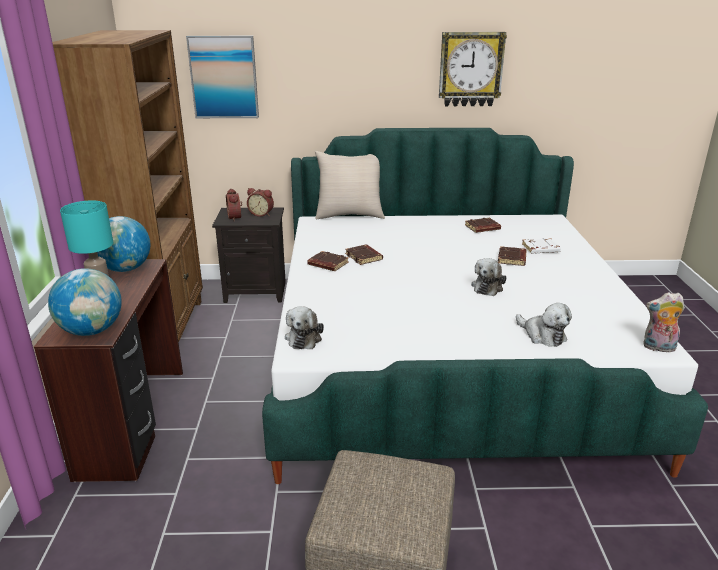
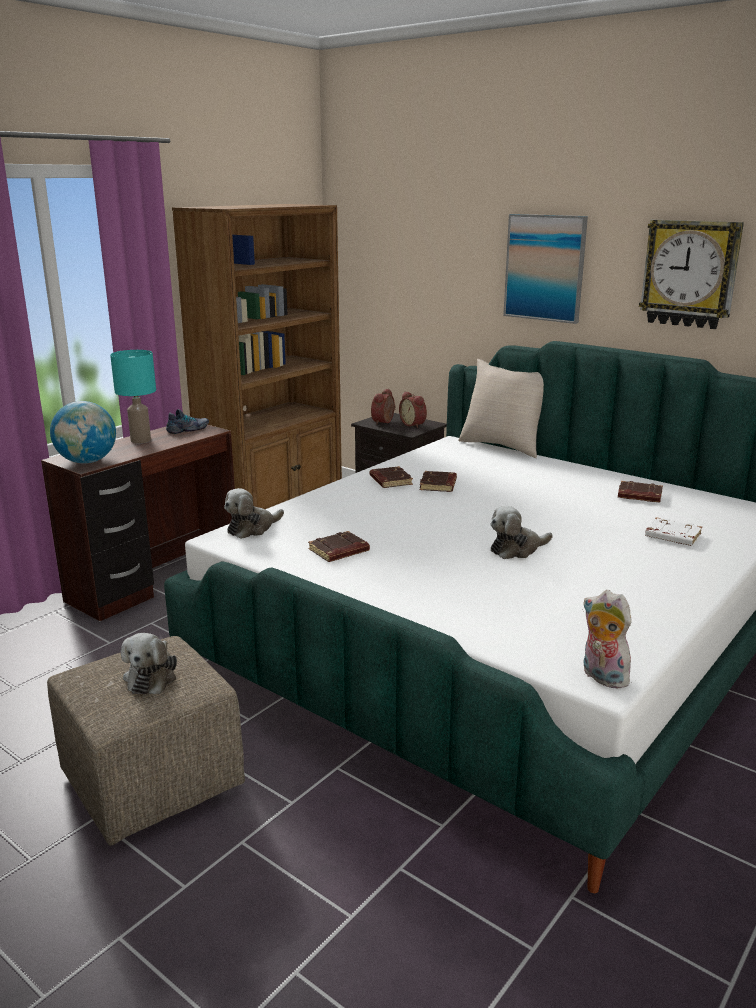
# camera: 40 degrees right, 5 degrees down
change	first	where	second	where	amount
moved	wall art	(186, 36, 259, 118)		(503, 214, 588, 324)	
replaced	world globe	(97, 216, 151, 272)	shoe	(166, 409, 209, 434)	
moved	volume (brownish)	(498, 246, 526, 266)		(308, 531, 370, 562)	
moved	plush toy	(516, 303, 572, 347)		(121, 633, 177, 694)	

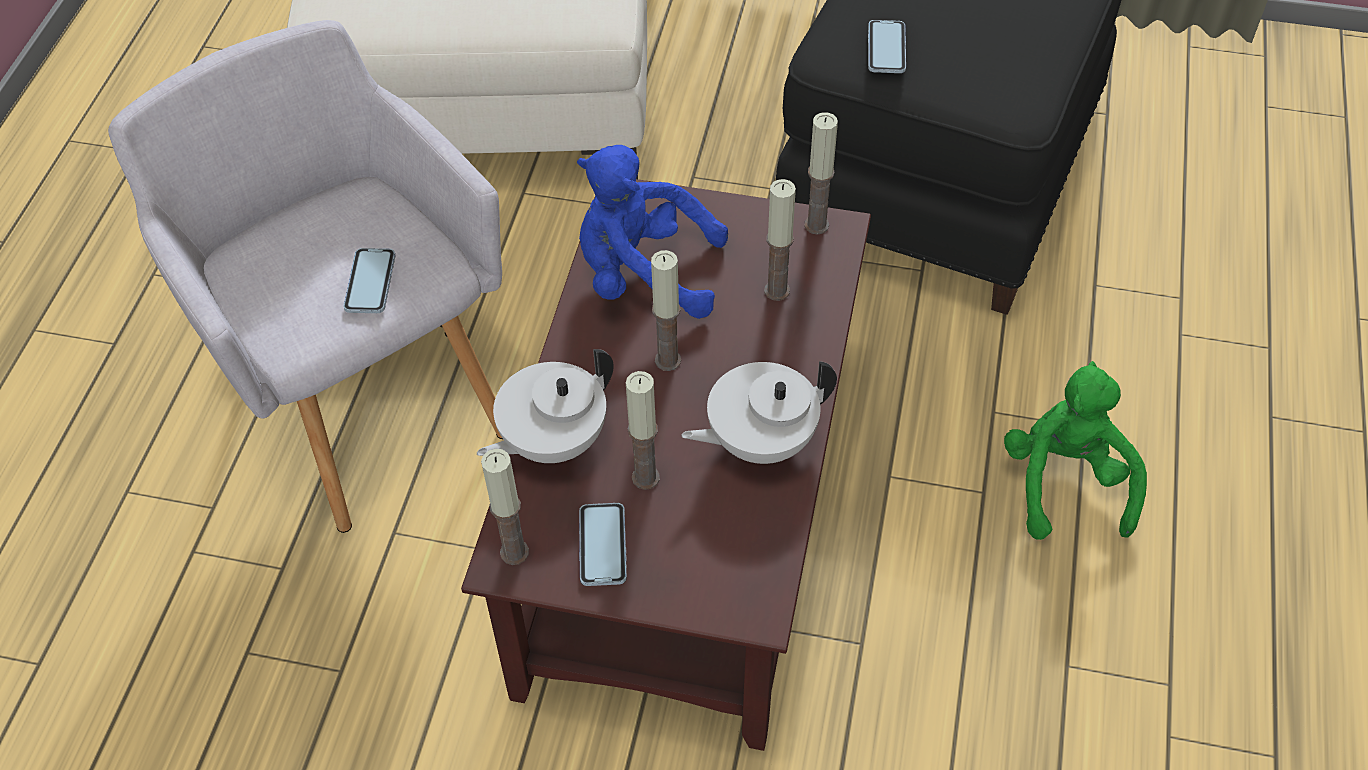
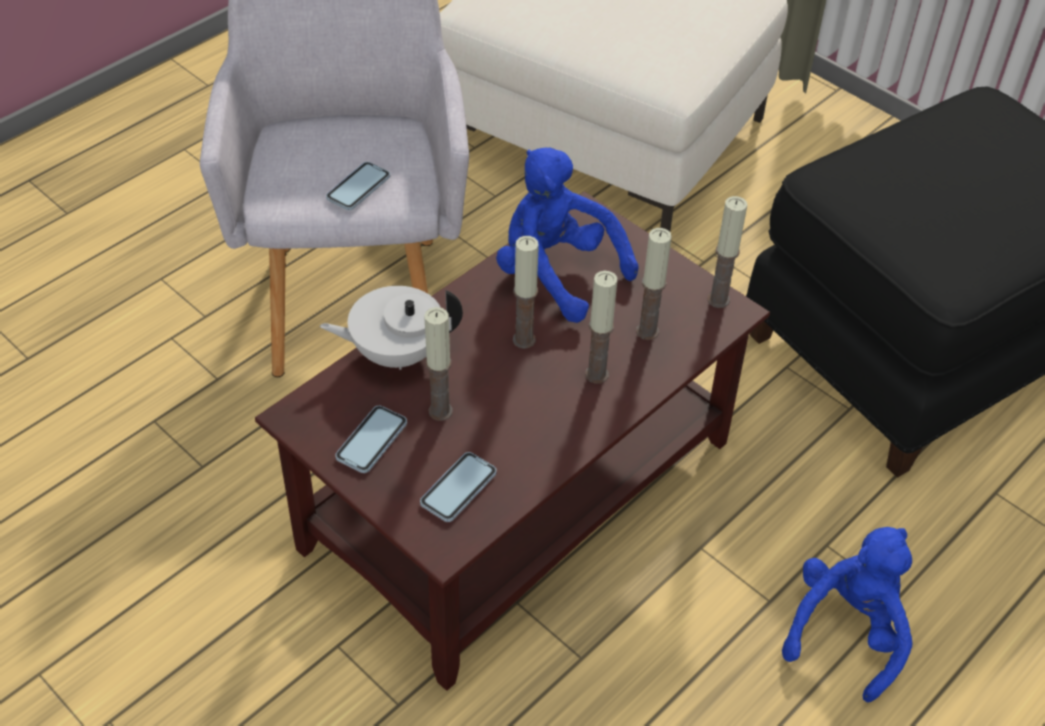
# camera: 30 degrees right, 5 degrees down
change	first	where	second	where	amount
moved	handset	(868, 20, 906, 73)		(420, 452, 497, 522)	
removed	teapot (white-coloured)	(681, 361, 837, 464)			
recoloured	plush toy (green-coloured)	(1004, 361, 1147, 540)	plush toy (bluish)	(782, 527, 912, 703)	
moved	wax candle	(481, 449, 529, 565)		(585, 270, 617, 384)	

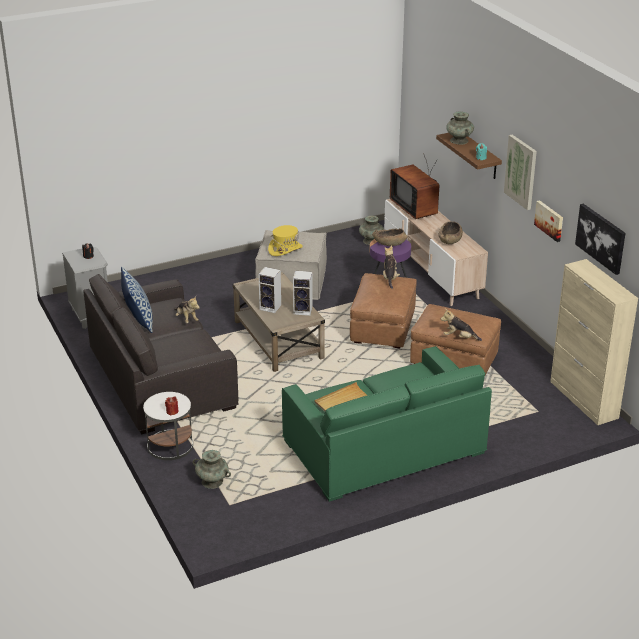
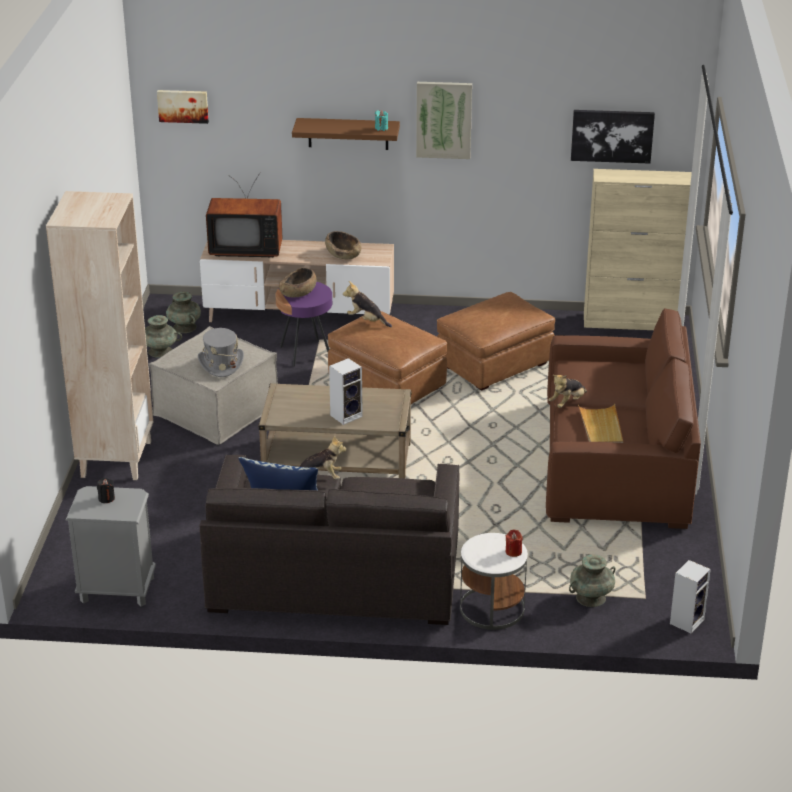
# camera: 60 degrees left, 0 degrees up
change	first	where	second	where	amount
moved	vase (blue-green)	(446, 112, 474, 145)		(145, 315, 182, 358)	
moved	wall art	(534, 200, 563, 242)		(157, 90, 209, 124)	
recoloured	hat (yellow)	(268, 225, 303, 256)	hat (gray)	(198, 328, 244, 377)	
moved	speaker	(293, 271, 313, 316)		(670, 560, 711, 633)	
moved	plush toy	(441, 309, 482, 341)		(548, 375, 587, 408)	
recoloured	couch (green-coloured)	(282, 346, 492, 502)	couch (brownish)	(546, 308, 701, 529)	
added			bookcase (sand-coloured)	(46, 191, 153, 480)	

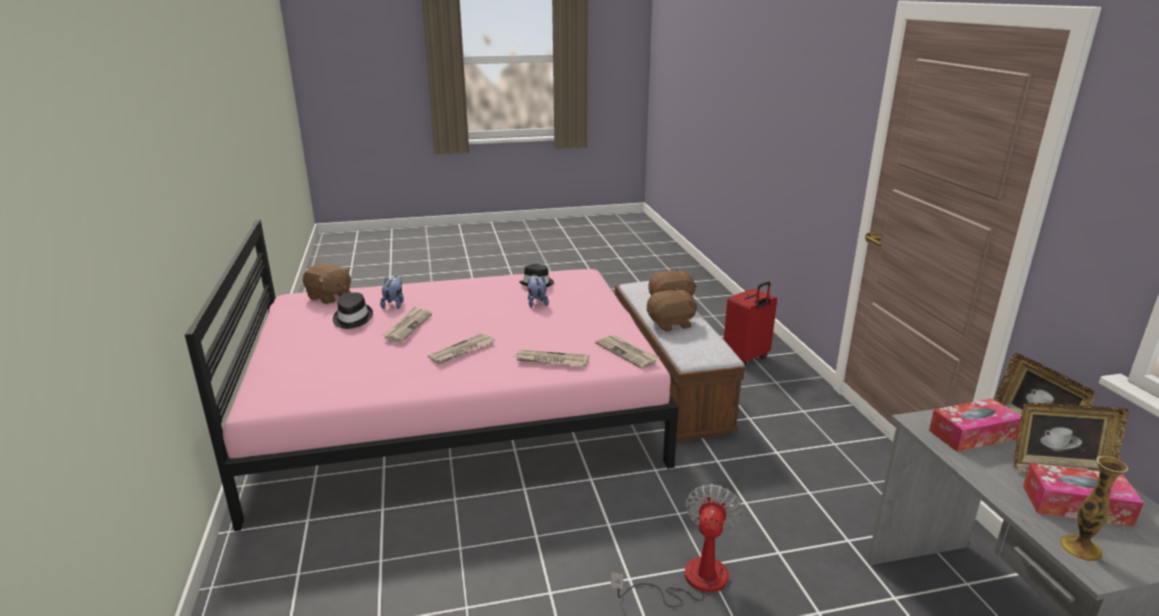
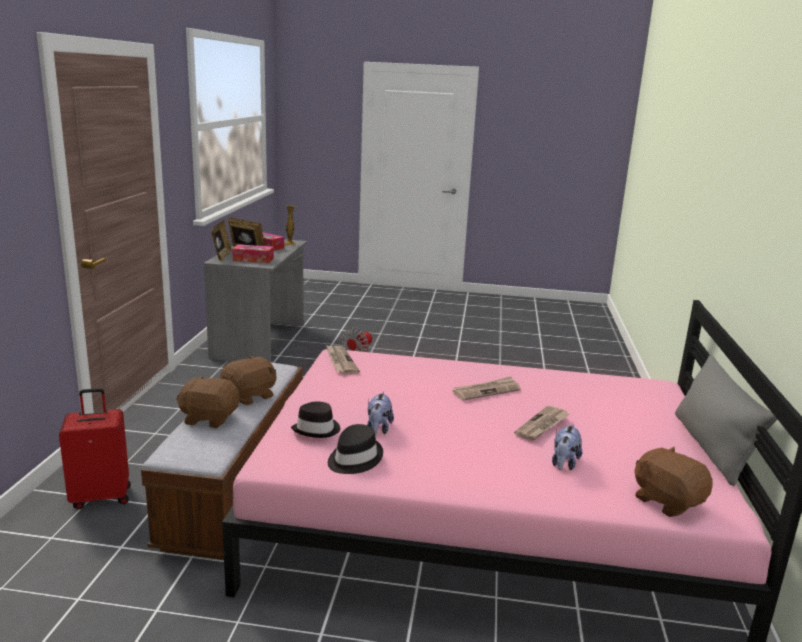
# camera: 160 degrees left, 5 degrees down
change	first	where	second	where	amount
turned	plush toy (brownish)	(647, 288, 697, 332)		(220, 355, 276, 405)	135 degrees clockwise
moved	hat (black-coloured)	(333, 292, 373, 329)		(291, 401, 340, 438)	
removed	printed paper	(514, 350, 589, 366)			
added			cushion (gray)	(675, 355, 777, 486)	

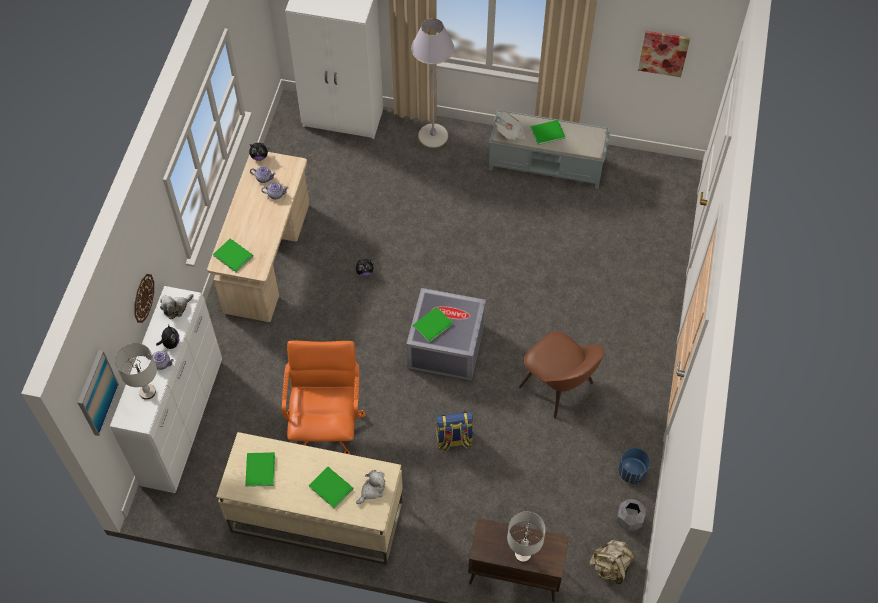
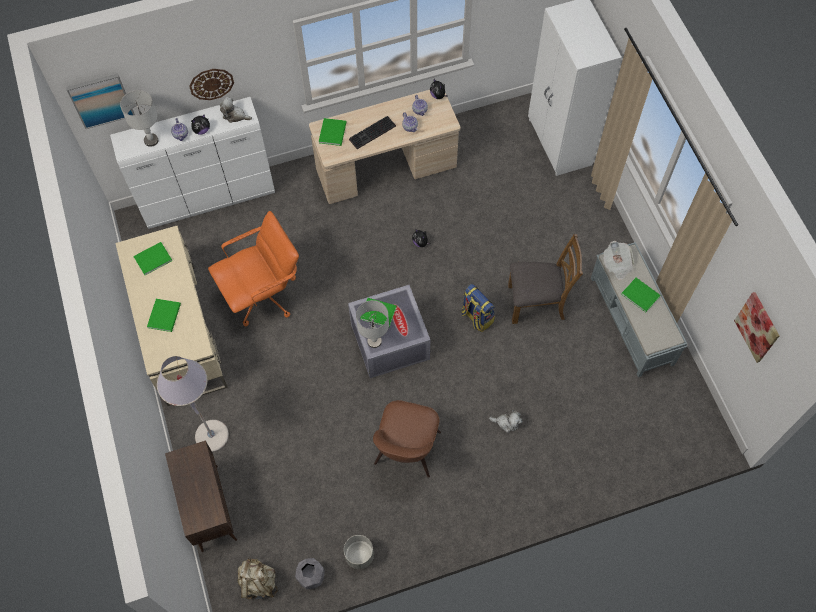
# camera: 60 degrees right, 5 degrees up
change	first	where	second	where	amount
moved	standard lamp (gray)	(411, 18, 454, 148)		(157, 356, 229, 452)	
moved	backpack	(436, 412, 474, 451)		(461, 284, 495, 332)	
recoloured	plant pot (bluish)	(618, 448, 650, 484)	plant pot (gray)	(344, 535, 374, 569)	
moved	plush toy	(356, 470, 385, 504)		(489, 410, 522, 433)	
moved	lamp for a table (gray)	(507, 511, 546, 563)		(356, 300, 389, 348)	
added			PC keyboard	(349, 116, 396, 149)	
added			plain chair (brownish)	(508, 234, 583, 324)	

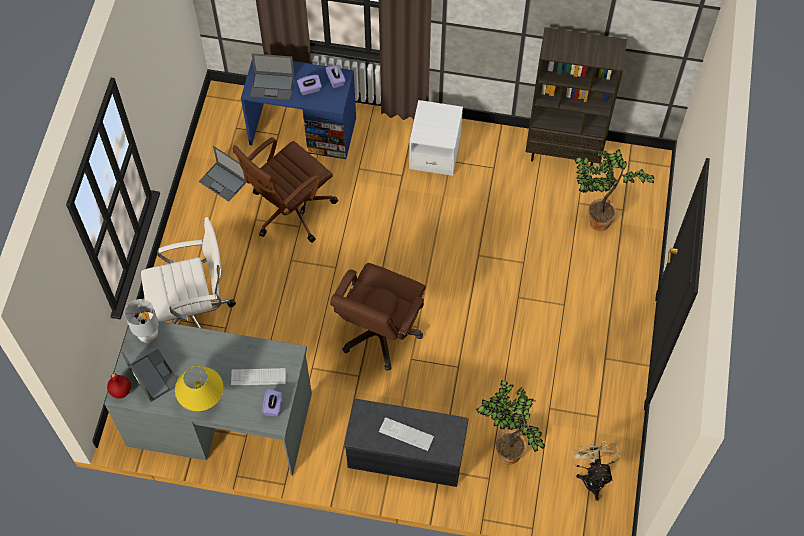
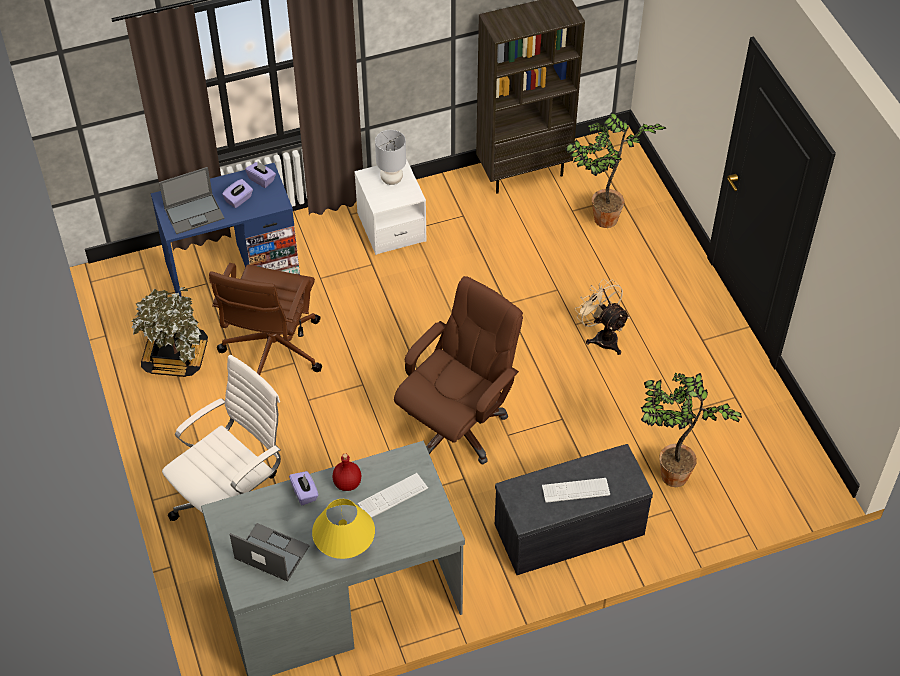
# camera: 30 degrees left, 10 degrees down
change	first	where	second	where	amount
replaced	portable computer	(199, 146, 247, 202)	potted plant	(131, 287, 208, 377)	
turned	desk chair (brownish)	(330, 263, 426, 371)		(394, 276, 523, 465)	135 degrees counterclockwise
moved	lamp for a table (gray)	(125, 299, 159, 343)		(375, 130, 406, 185)	
moved	bottle (reddish)	(107, 373, 131, 399)		(332, 453, 361, 491)	
moved	box of tissues (purple-coloured)	(262, 389, 282, 417)		(289, 471, 319, 505)	
moved	electric fan (sand-coloured)	(572, 440, 621, 501)		(575, 279, 630, 355)	

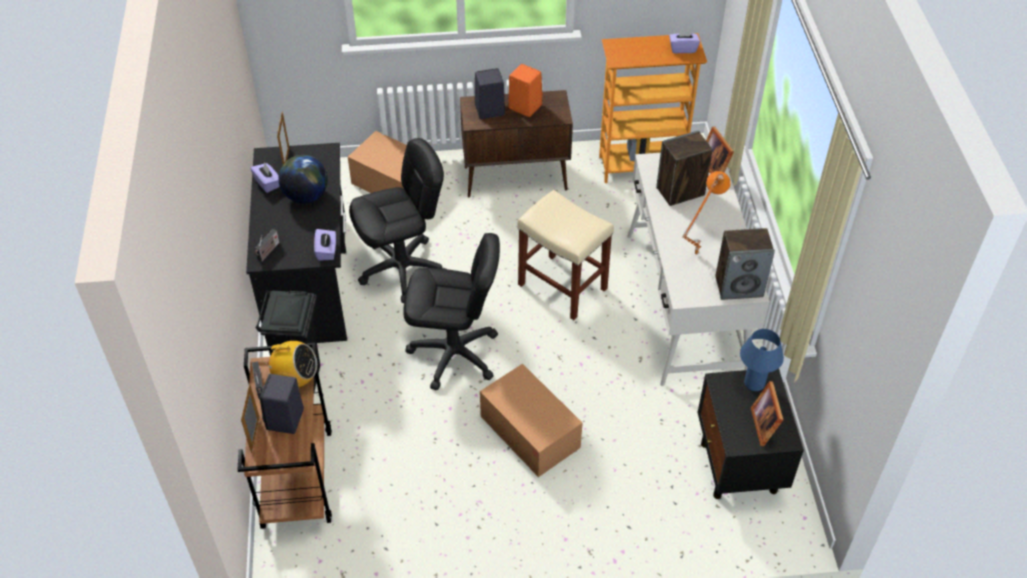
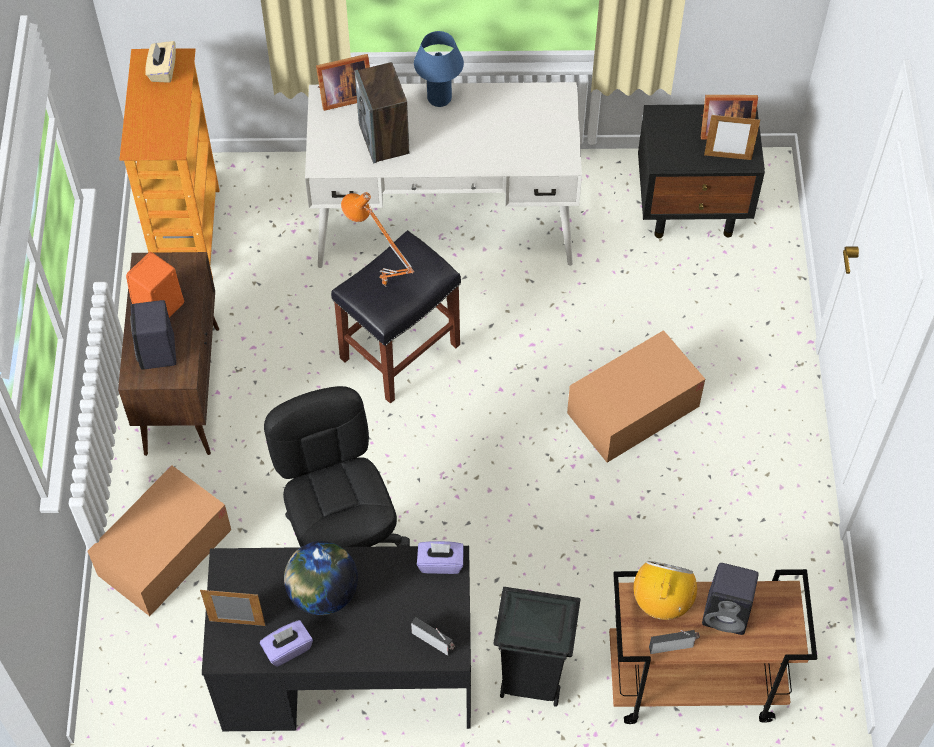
# camera: 85 degrees left, 10 degrees up
change	first	where	second	where	amount
recoloured	box of tissues (purple-coloured)	(669, 29, 700, 53)	box of tissues (sand-coloured)	(145, 41, 176, 83)	
moved	lamp for a table (orangey)	(682, 171, 731, 256)		(341, 192, 414, 286)	
recoloured	stool (sand-coloured)	(517, 190, 614, 320)	stool (black-coloured)	(331, 230, 461, 404)	
removed	speaker	(715, 228, 775, 300)			
removed	desk chair (black-coloured)	(403, 233, 500, 390)			
moved	lamp for a table (bluish)	(740, 329, 784, 391)		(414, 31, 464, 107)	
moved	picture frame	(241, 383, 259, 453)		(704, 114, 760, 160)	

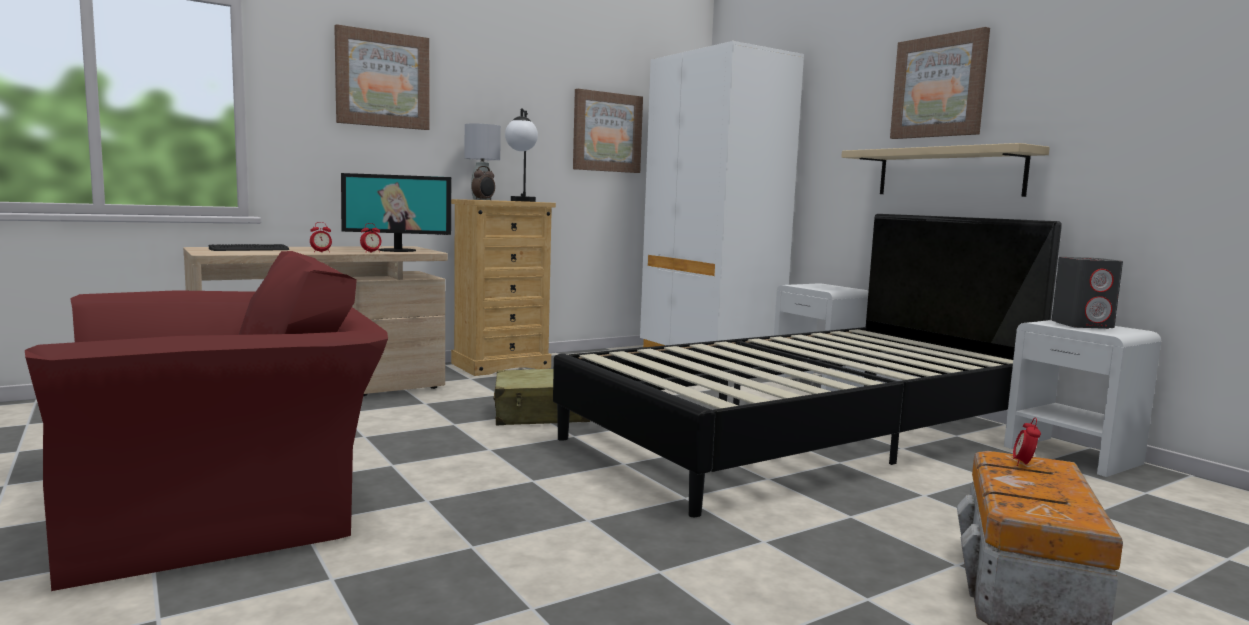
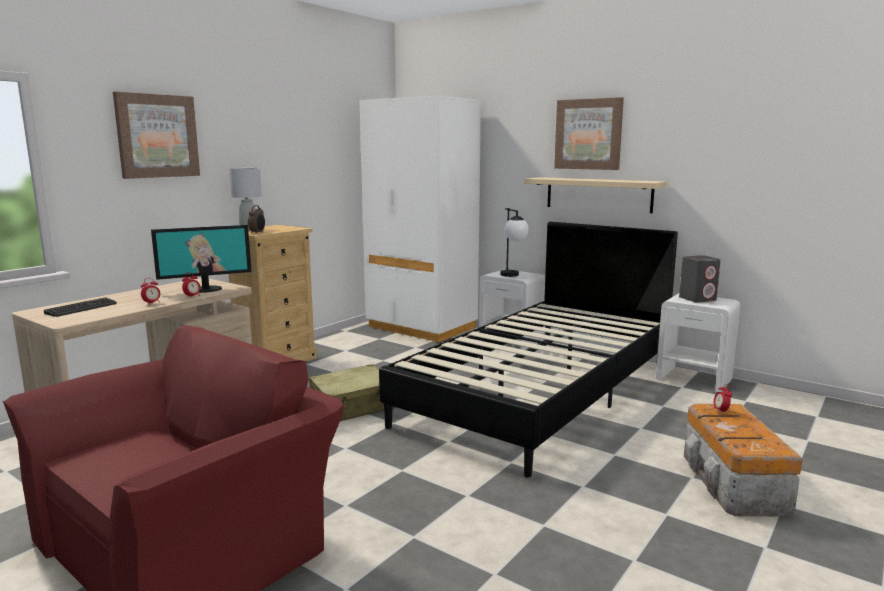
# camera: 20 degrees left, 5 degrees up
change	first	where	second	where	amount
removed	wall art	(573, 89, 643, 173)			
moved	lamp for a table	(505, 108, 538, 202)		(500, 208, 529, 277)	

